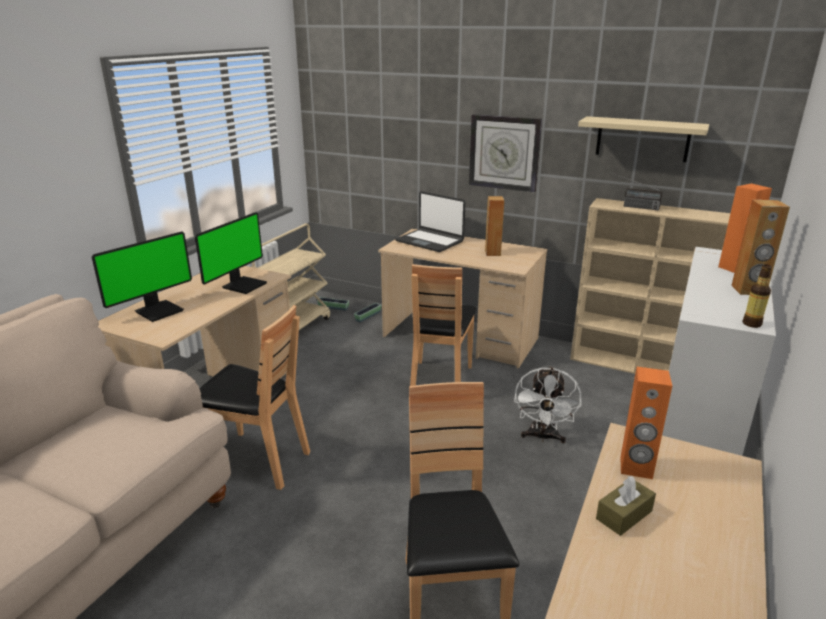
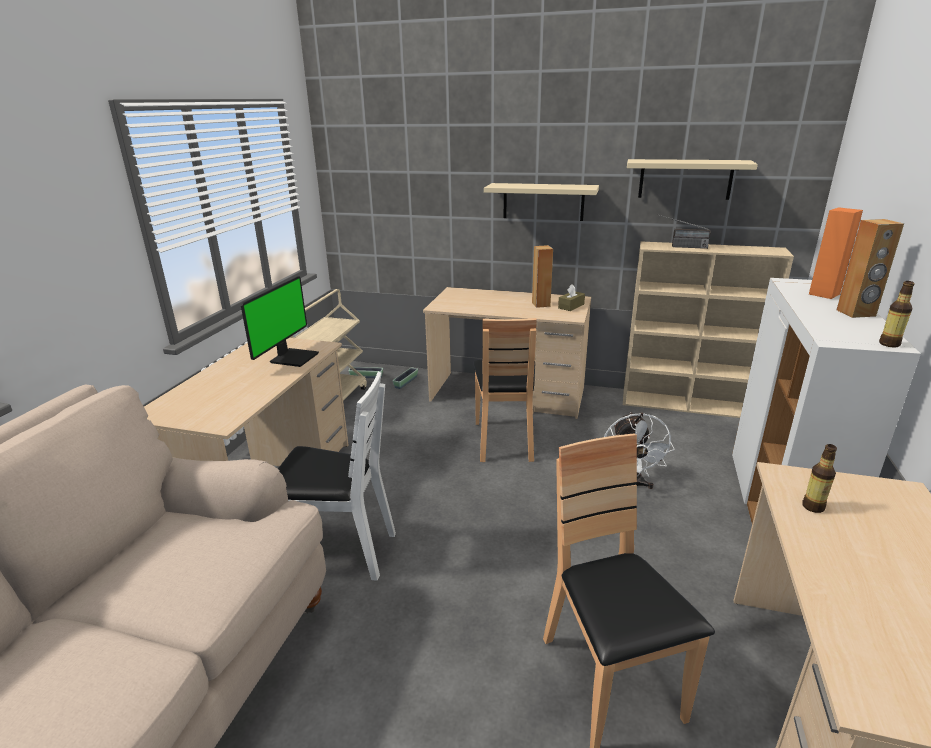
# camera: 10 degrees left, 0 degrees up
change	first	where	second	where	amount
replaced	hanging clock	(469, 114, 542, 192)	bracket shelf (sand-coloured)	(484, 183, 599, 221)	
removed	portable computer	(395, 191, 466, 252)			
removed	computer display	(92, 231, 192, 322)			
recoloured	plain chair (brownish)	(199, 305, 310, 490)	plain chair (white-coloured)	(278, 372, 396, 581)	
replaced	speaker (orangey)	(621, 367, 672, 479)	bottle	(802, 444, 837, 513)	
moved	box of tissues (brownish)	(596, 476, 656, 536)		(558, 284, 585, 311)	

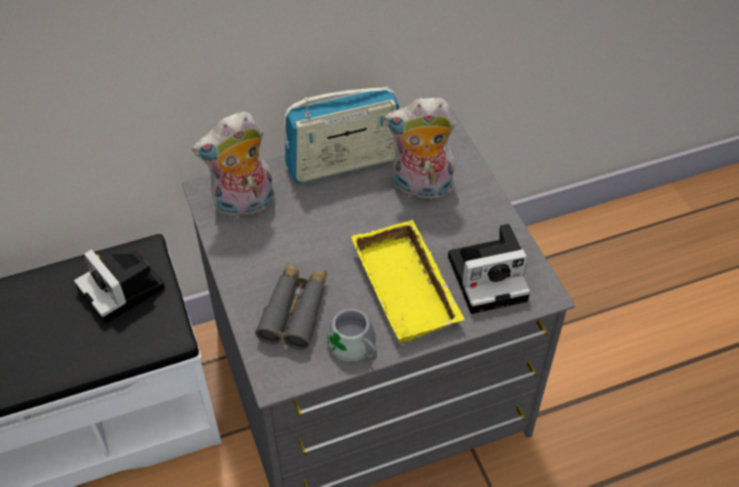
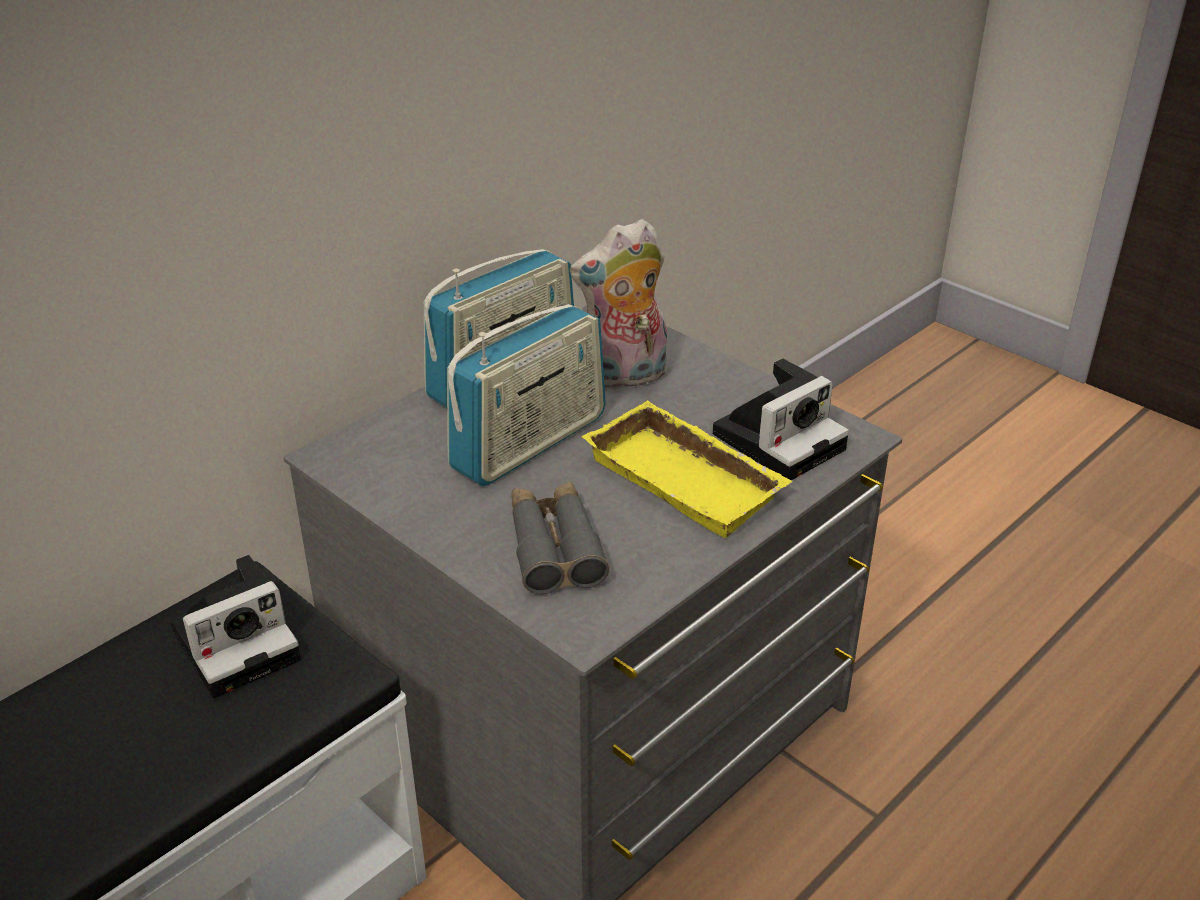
# camera: 25 degrees left, 15 degrees down
change	first	where	second	where	amount
removed	plush toy	(192, 111, 274, 219)			
turned	photo camera	(74, 249, 165, 324)		(170, 555, 301, 698)	60 degrees counterclockwise
removed	mug (gray)	(327, 308, 377, 375)			
added			radio set	(447, 304, 606, 486)	

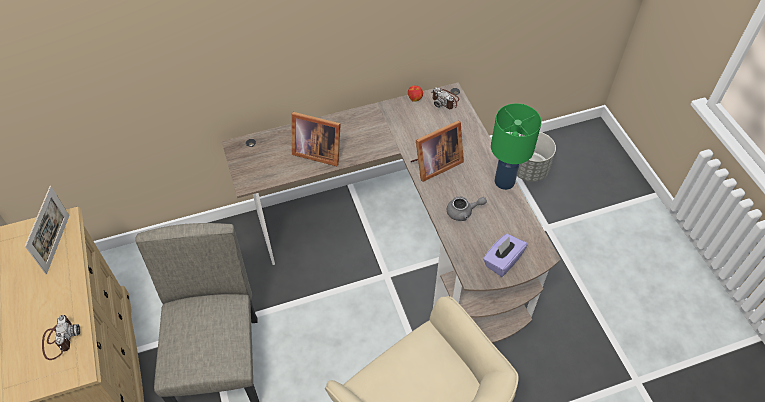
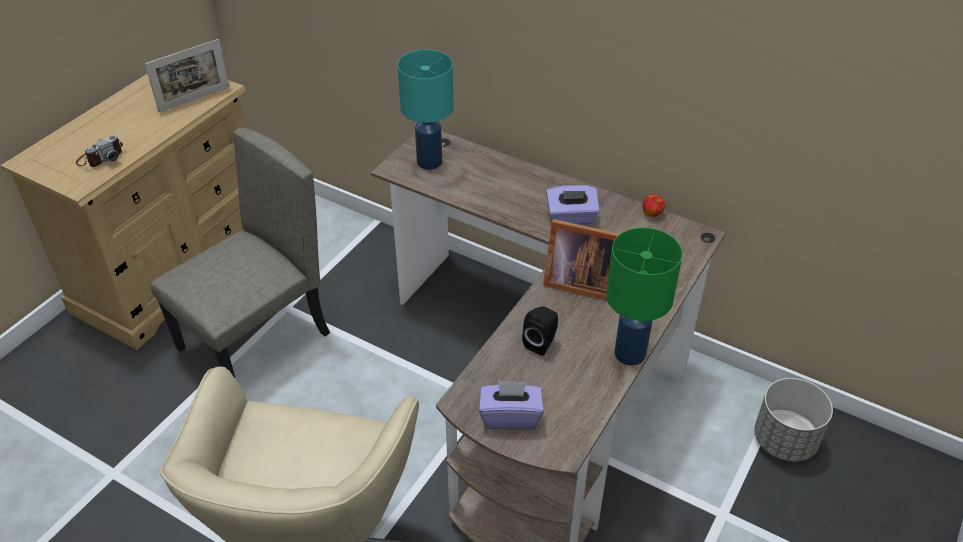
# camera: 50 degrees right, 10 degrees down
change	first	where	second	where	amount
removed	photo camera	(431, 87, 459, 109)			
removed	picture frame	(292, 112, 341, 166)			
replaced	teapot (gray)	(447, 196, 487, 221)	speaker (black-coloured)	(522, 306, 558, 356)	
added			lamp for a table (blue-green)	(398, 50, 454, 170)	
added			box of tissues (purple-coloured)	(546, 185, 600, 225)	

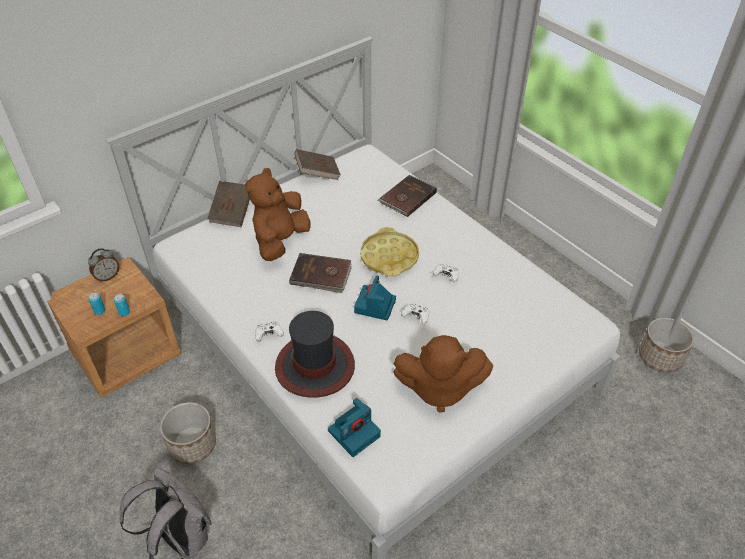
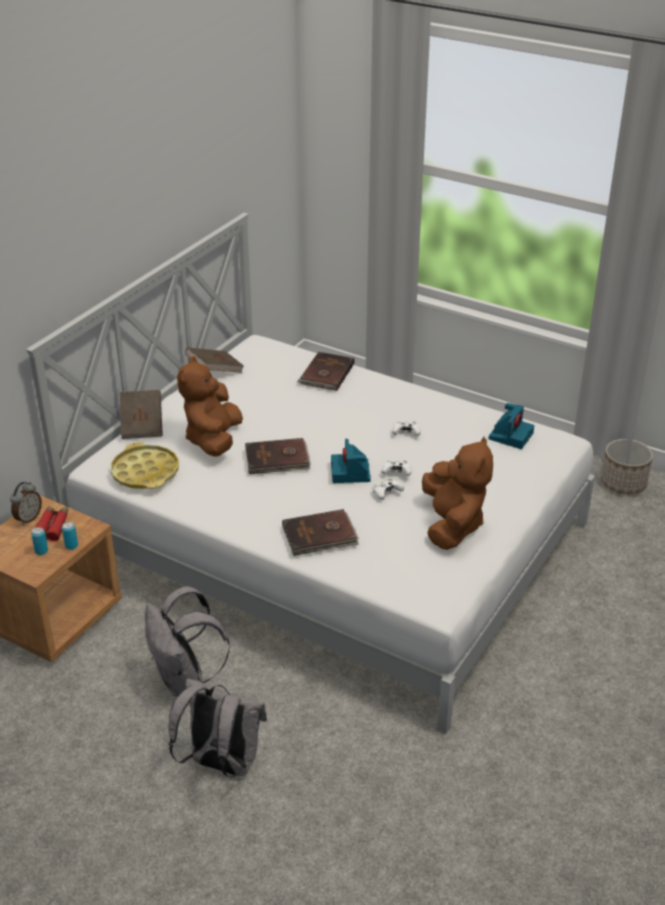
# camera: 20 degrees left, 10 degrees down
change	first	where	second	where	amount
moved	tray (yellow)	(360, 227, 419, 277)		(110, 442, 179, 489)	
replaced	hat	(275, 311, 355, 398)	volume (brownish)	(282, 509, 359, 556)	
moved	gamepad (white-coloured)	(255, 322, 284, 342)		(373, 478, 404, 500)	
turned	plush toy (brownish)	(393, 335, 493, 413)		(422, 437, 493, 550)	75 degrees counterclockwise
moved	photo camera	(328, 398, 381, 457)		(488, 403, 534, 449)	
replaced	plant pot	(160, 402, 216, 464)	backpack (gray)	(145, 586, 230, 696)	
added			binoculars (reddish)	(35, 506, 69, 542)	

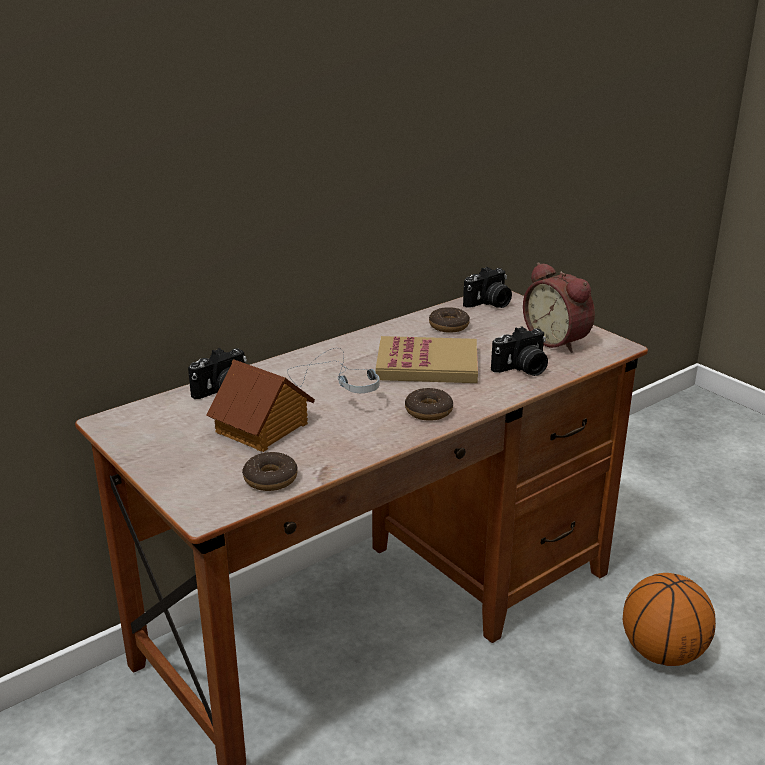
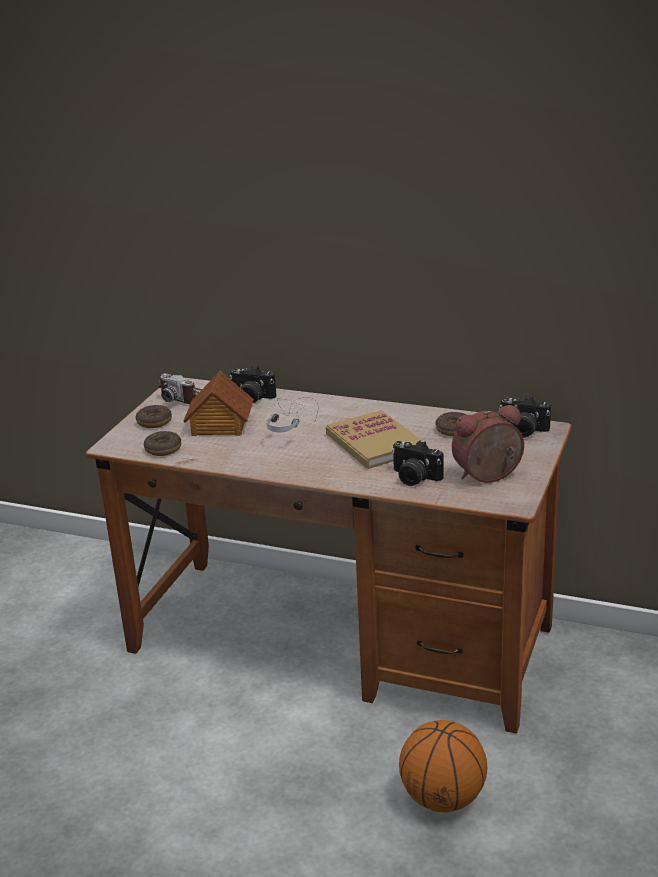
# camera: 60 degrees right, 0 degrees up
change	first	where	second	where	amount
turned	alarm clock	(523, 262, 595, 353)		(452, 405, 524, 483)	45 degrees clockwise
moved	donut	(405, 388, 453, 421)		(136, 405, 172, 428)	
added			photo camera	(159, 373, 202, 404)	

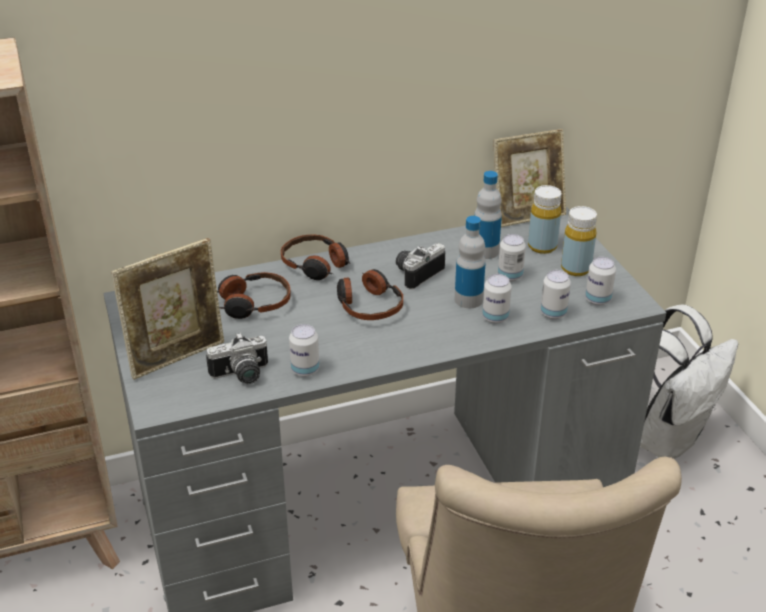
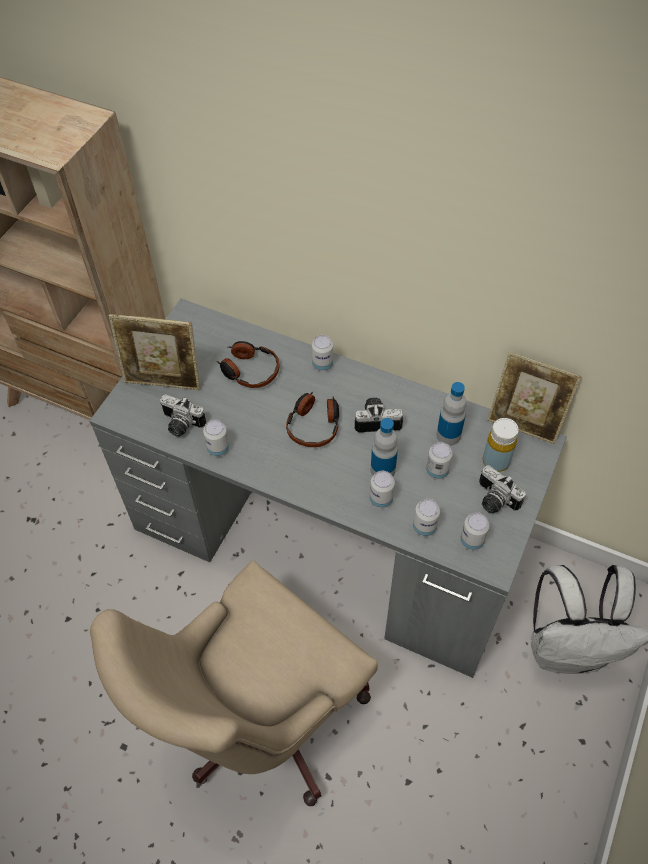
# camera: 45 degrees right, 20 degrees up
change	first	where	second	where	amount
replaced	bottle (yellow)	(561, 206, 597, 276)	photo camera	(479, 465, 526, 514)	
replaced	headset	(281, 234, 350, 280)	can	(312, 335, 333, 371)	

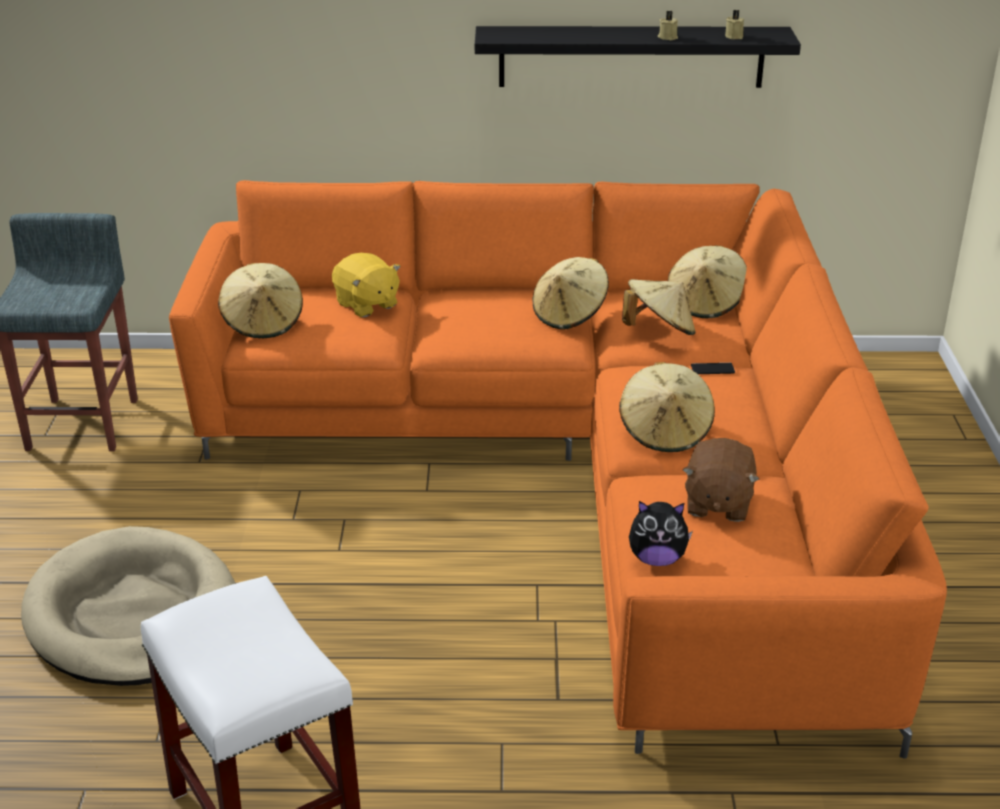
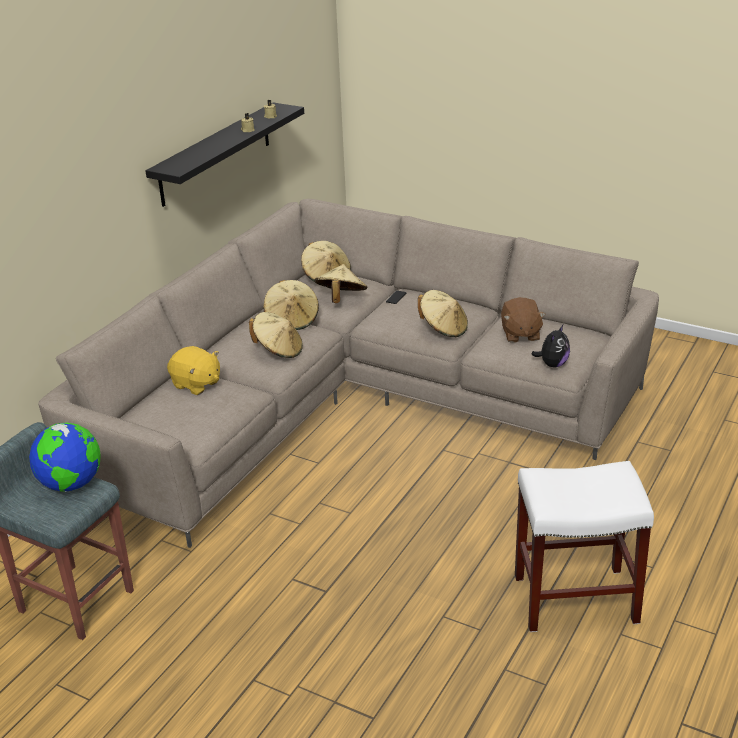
# camera: 60 degrees left, 0 degrees up
change	first	where	second	where	amount
recoloured	couch (orangey)	(169, 180, 947, 759)	couch (sand-coloured)	(38, 199, 659, 548)	
turned	plush toy (yellow)	(332, 253, 401, 317)		(167, 346, 220, 395)	45 degrees clockwise
moved	hat (sand-coloured)	(218, 263, 303, 338)		(249, 312, 303, 358)	
turned	plush toy (brownish)	(683, 438, 759, 522)		(501, 297, 546, 343)	45 degrees clockwise
removed	dog cushion (sand-coloured)	(21, 526, 235, 686)			
added			world globe	(29, 422, 100, 492)	

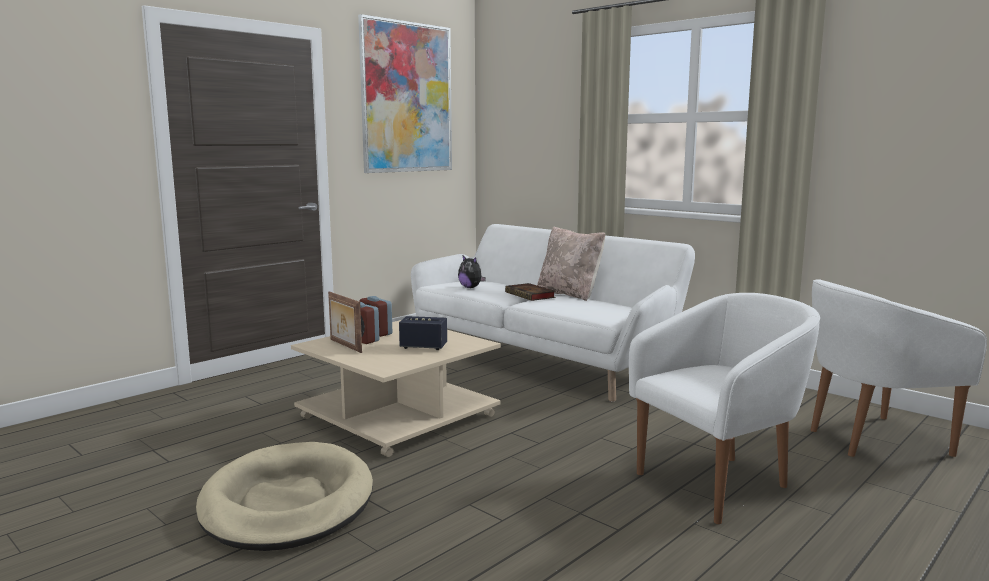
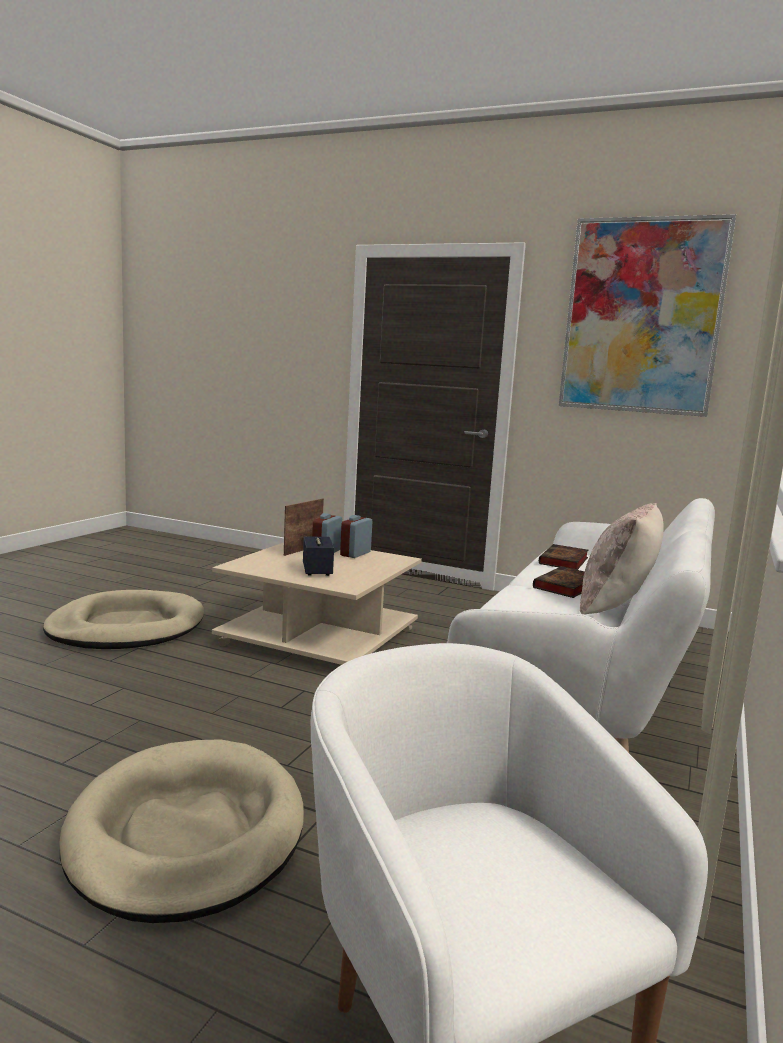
# camera: 70 degrees right, 0 degrees up
change	first	where	second	where	amount
replaced	plush toy	(458, 256, 486, 288)	volume	(539, 544, 589, 570)	
replaced	easy chair (white-coloured)	(629, 293, 820, 524)	dog cushion (sand-coloured)	(59, 739, 304, 923)	

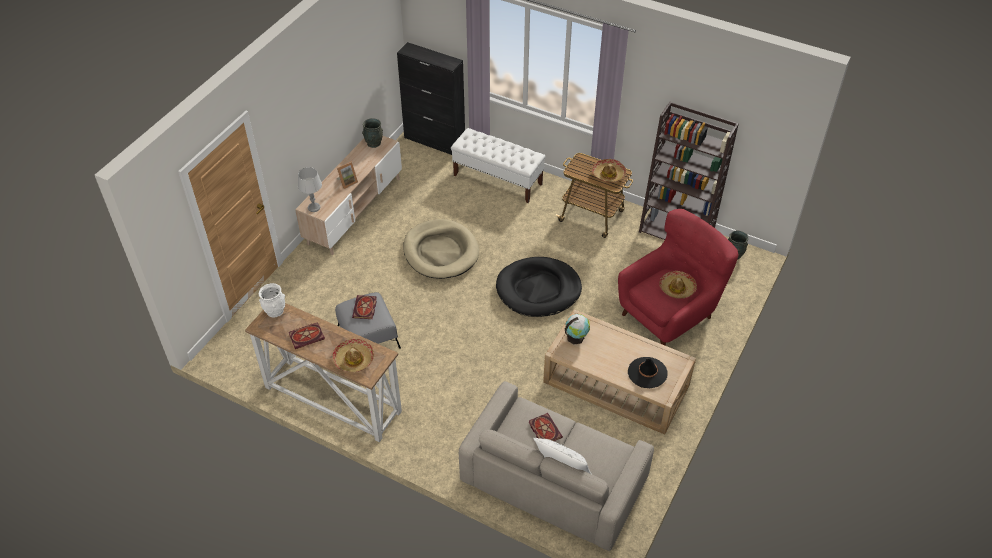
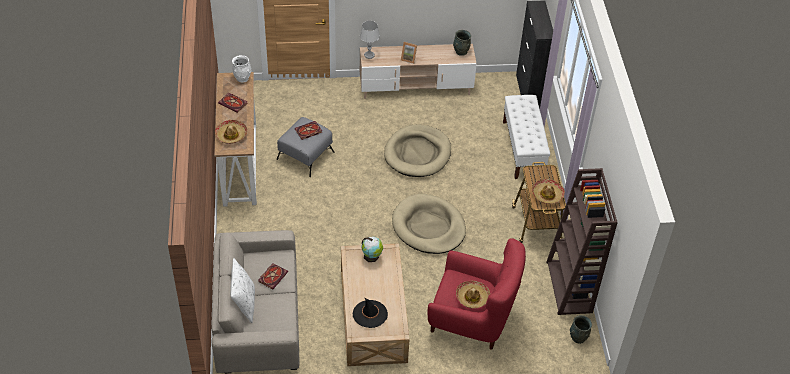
# camera: 55 degrees right, 0 degrees up
change	first	where	second	where	amount
recoloured	dog cushion (black-coloured)	(496, 257, 582, 317)	dog cushion (sand-coloured)	(392, 194, 466, 254)	

